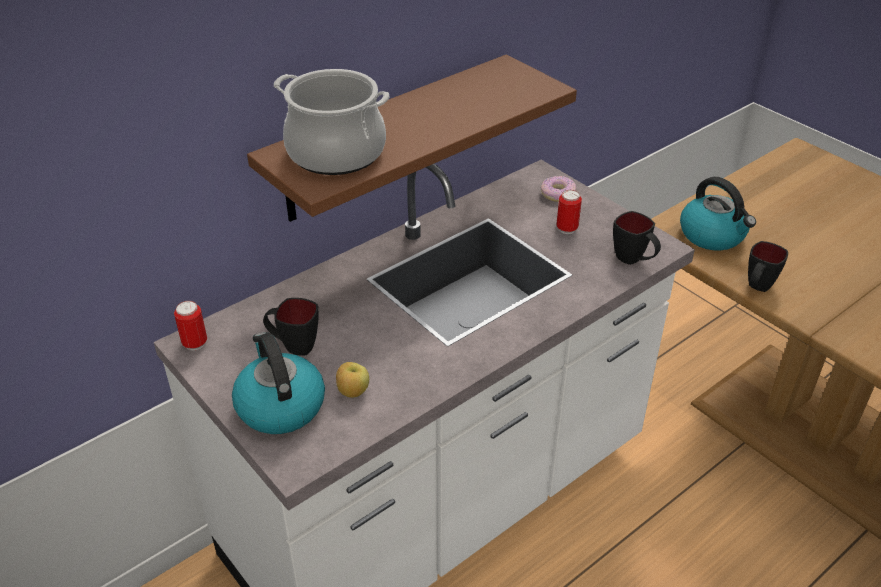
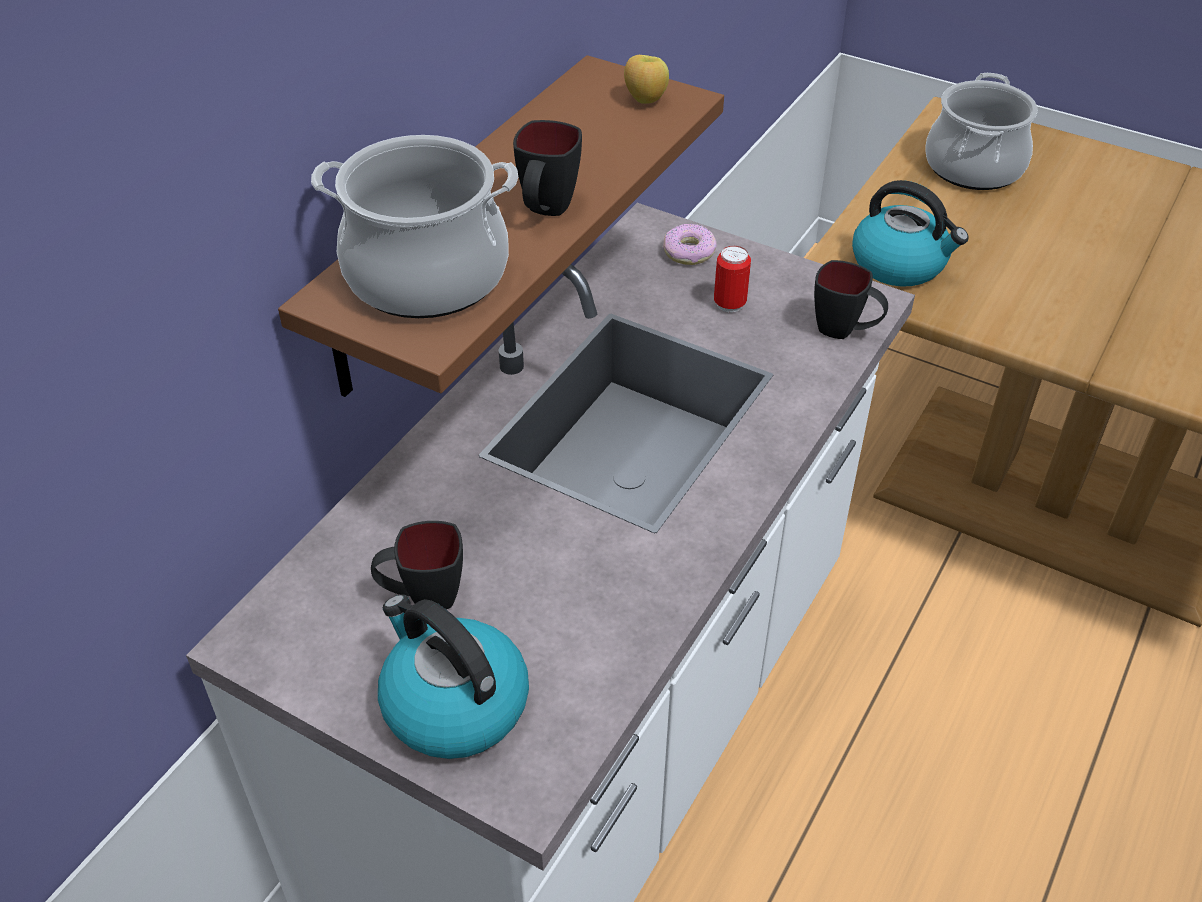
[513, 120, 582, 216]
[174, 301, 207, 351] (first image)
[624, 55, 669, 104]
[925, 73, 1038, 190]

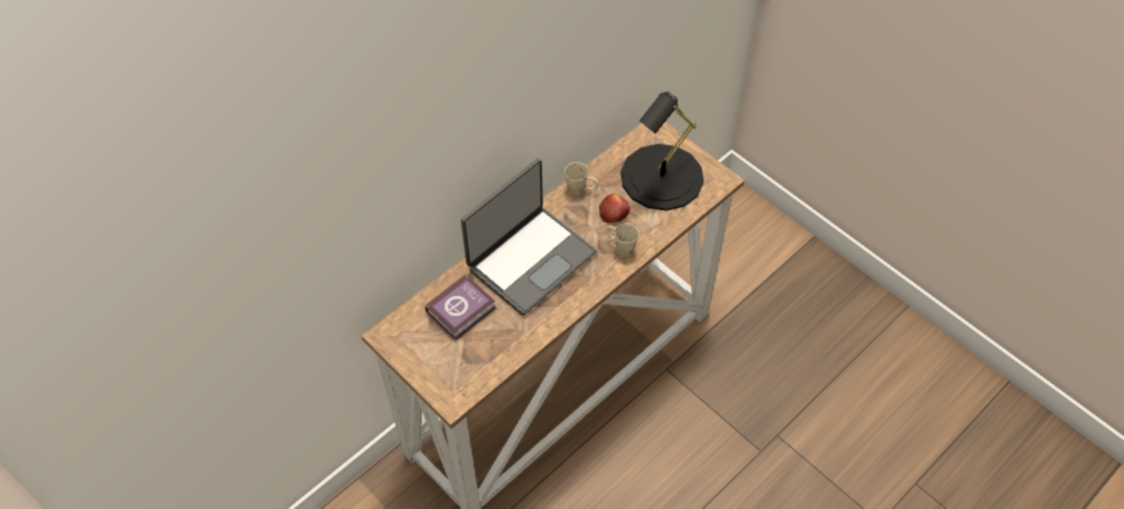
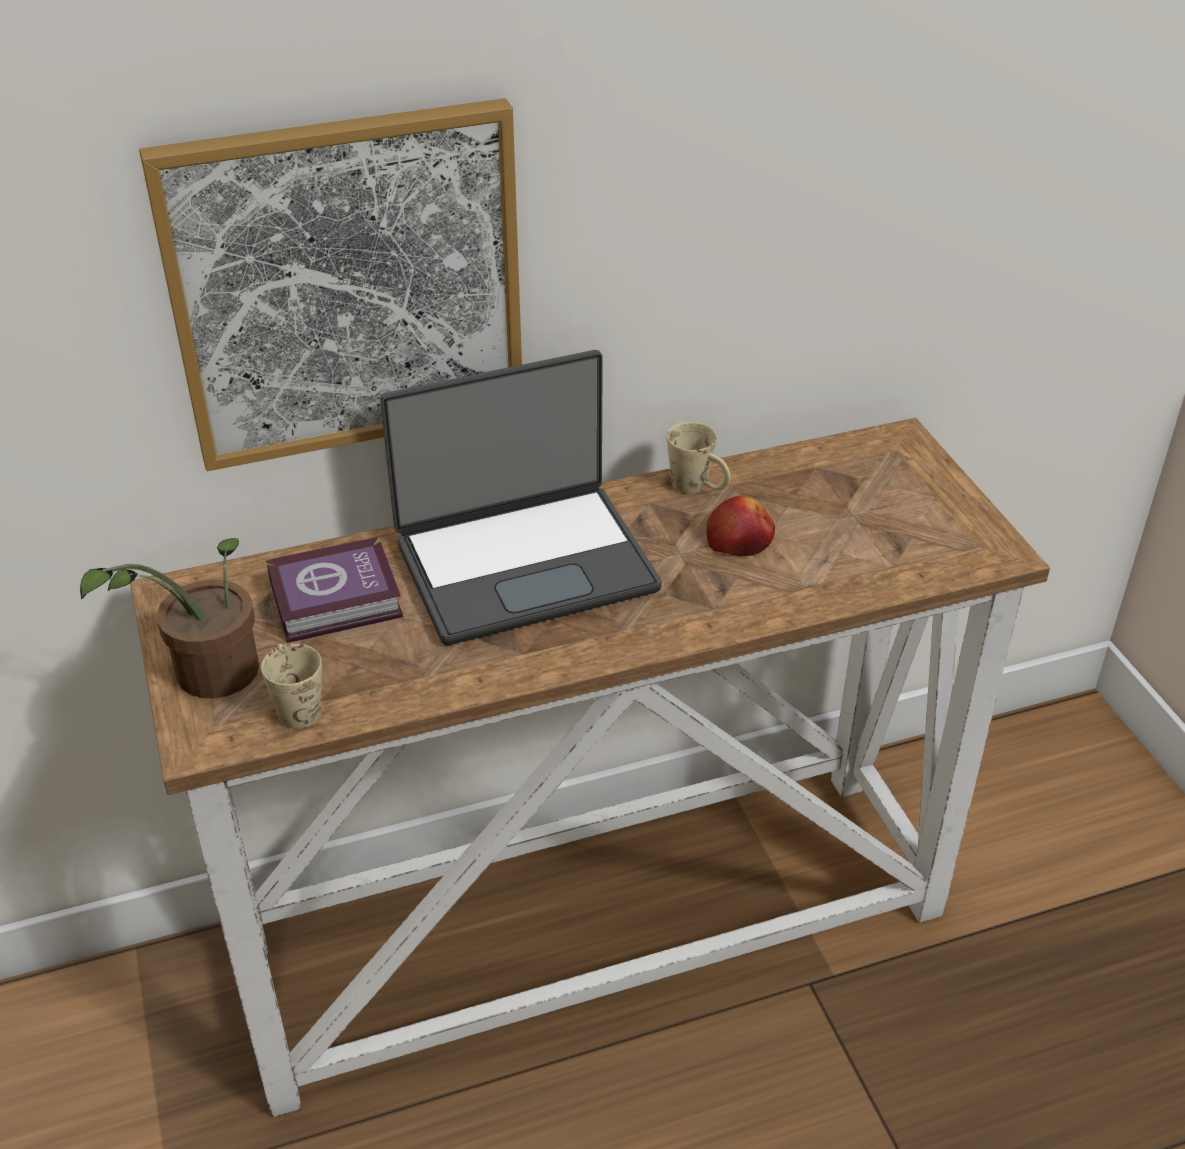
[621, 92, 704, 211] (first image)
[261, 644, 322, 729]
[139, 98, 522, 471]
[80, 538, 259, 698]

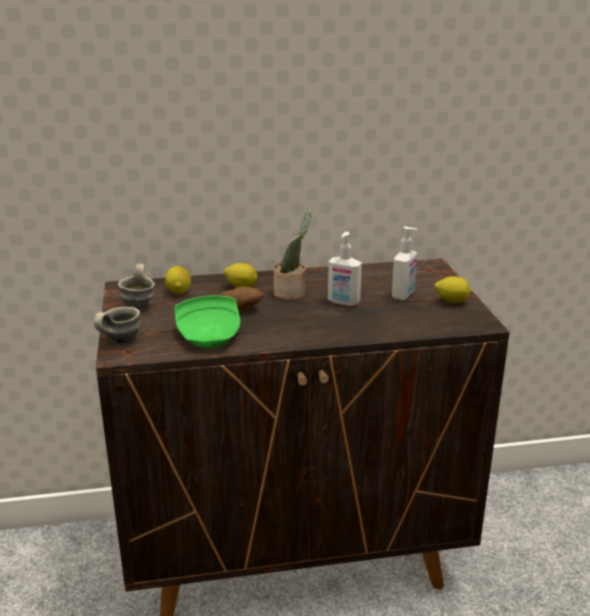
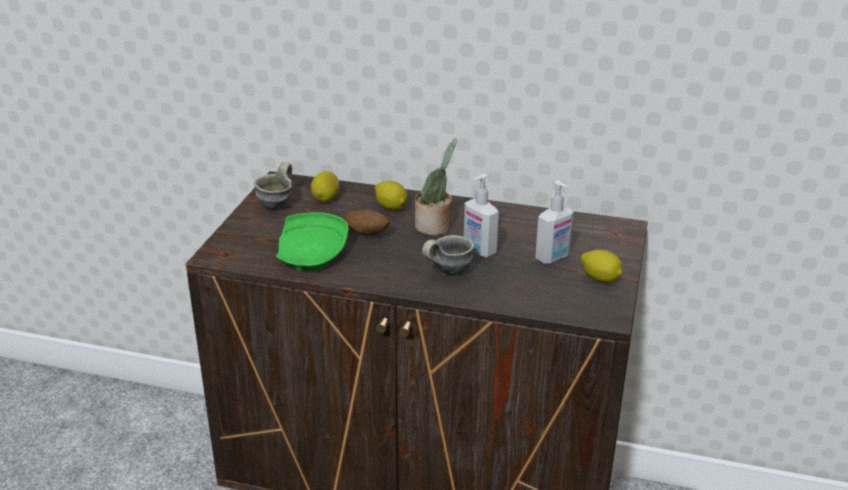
[422, 235, 474, 275]

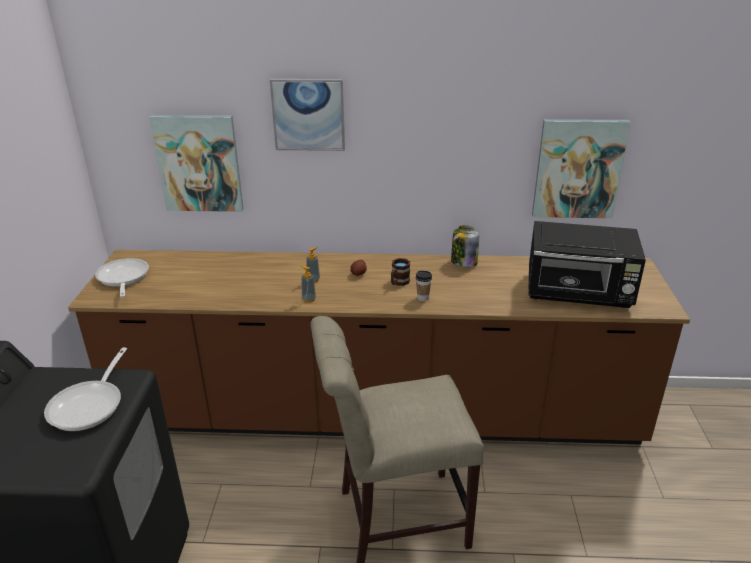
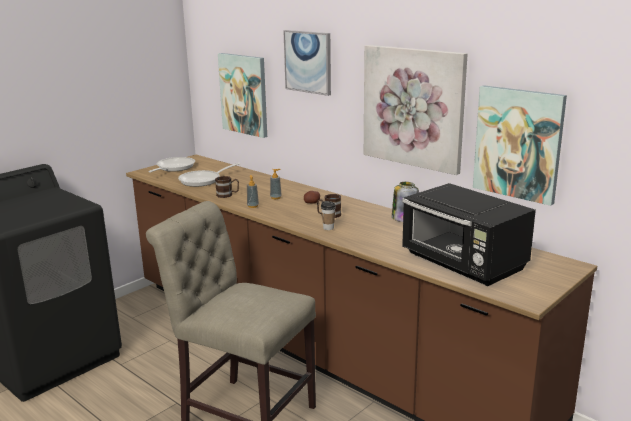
[178, 163, 240, 187]
[364, 45, 468, 175]
[215, 176, 239, 198]

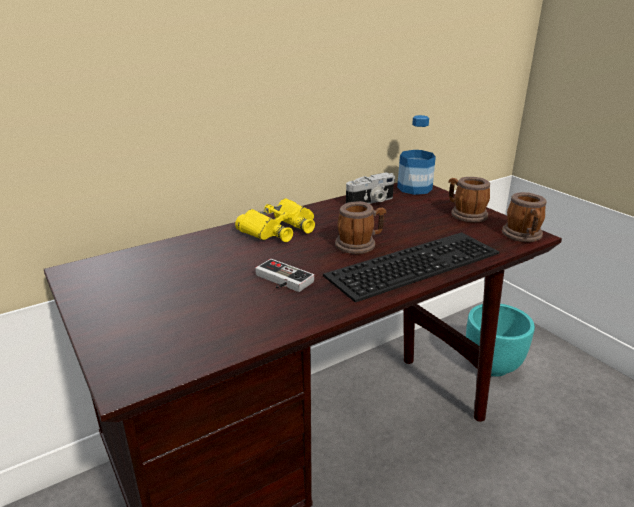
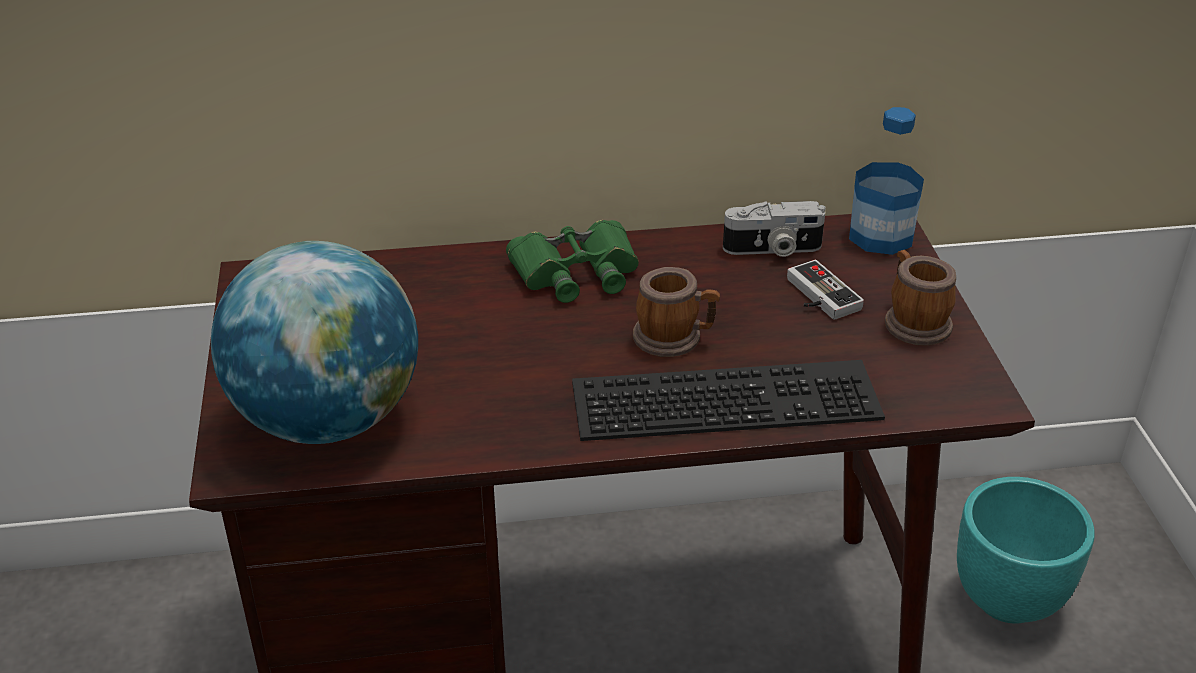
[502, 192, 547, 242] (first image)
[506, 220, 639, 303]
[787, 260, 864, 320]
[211, 241, 418, 444]

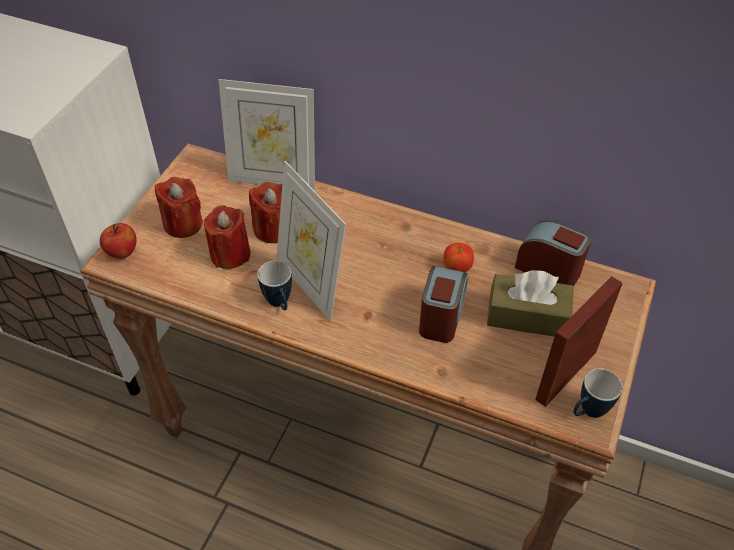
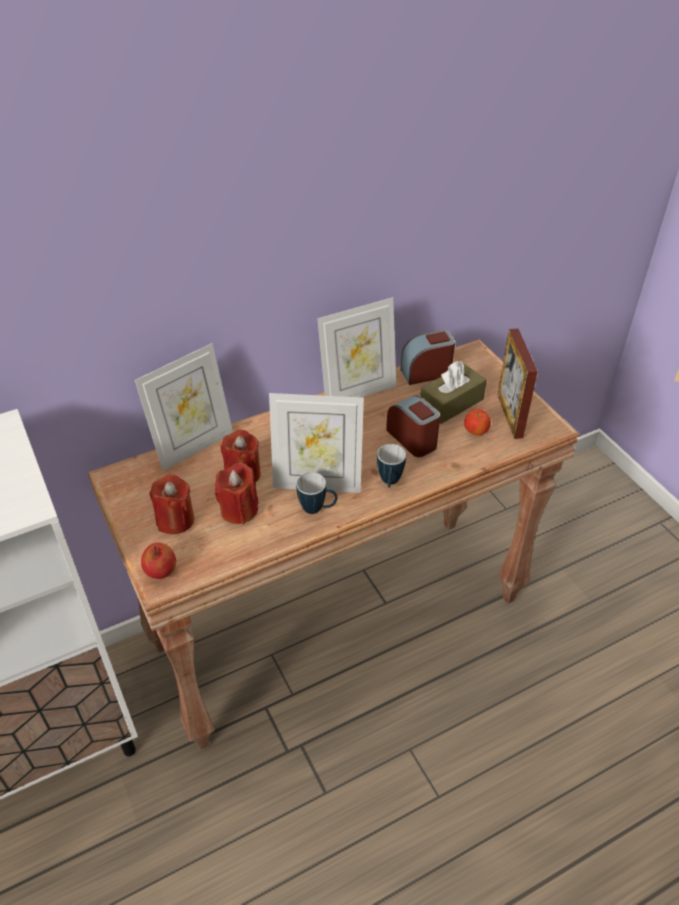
[464, 409, 491, 436]
[377, 444, 406, 488]
[317, 297, 396, 398]

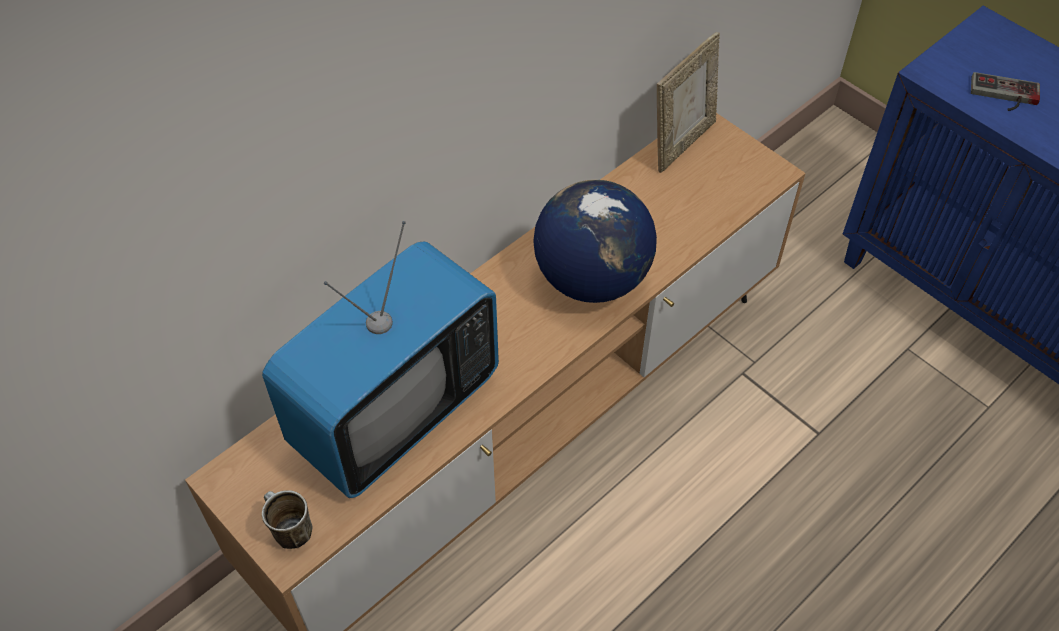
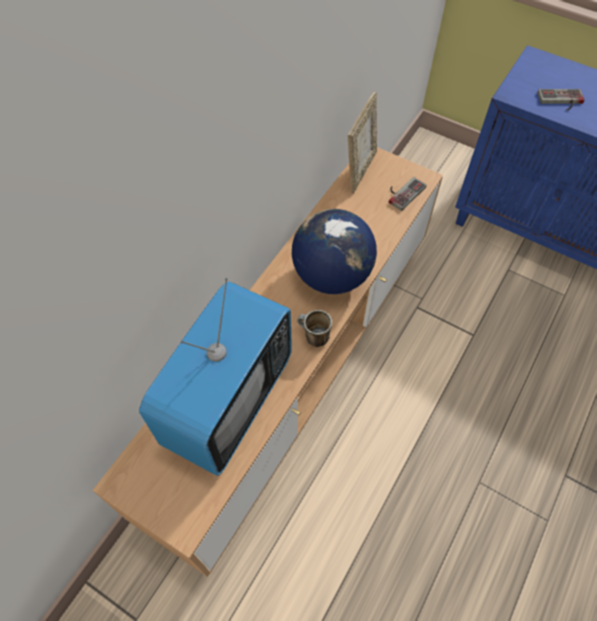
[297, 310, 332, 347]
[389, 177, 427, 211]

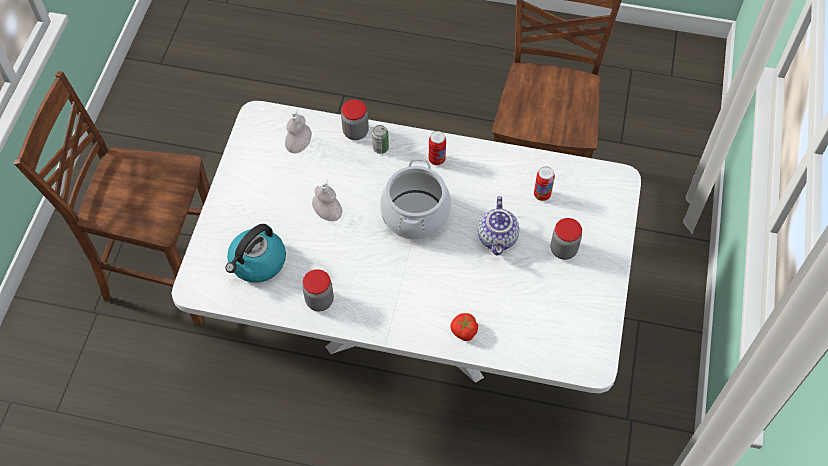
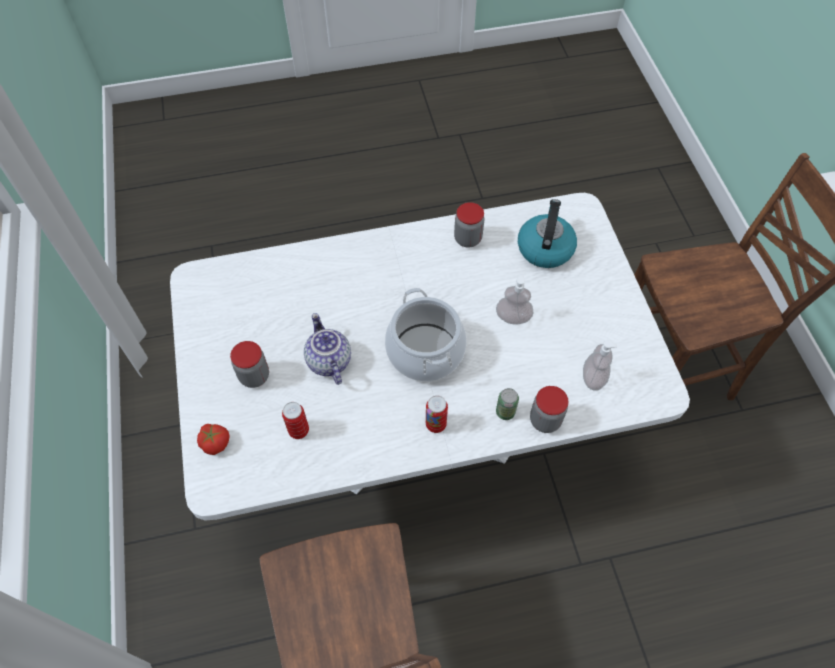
[197, 424, 230, 455]

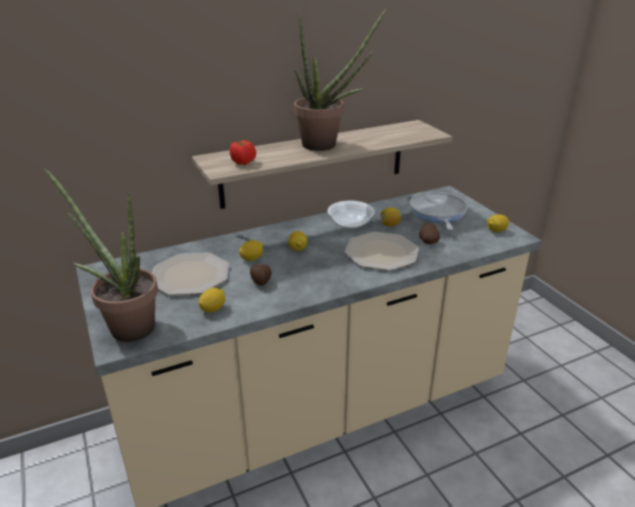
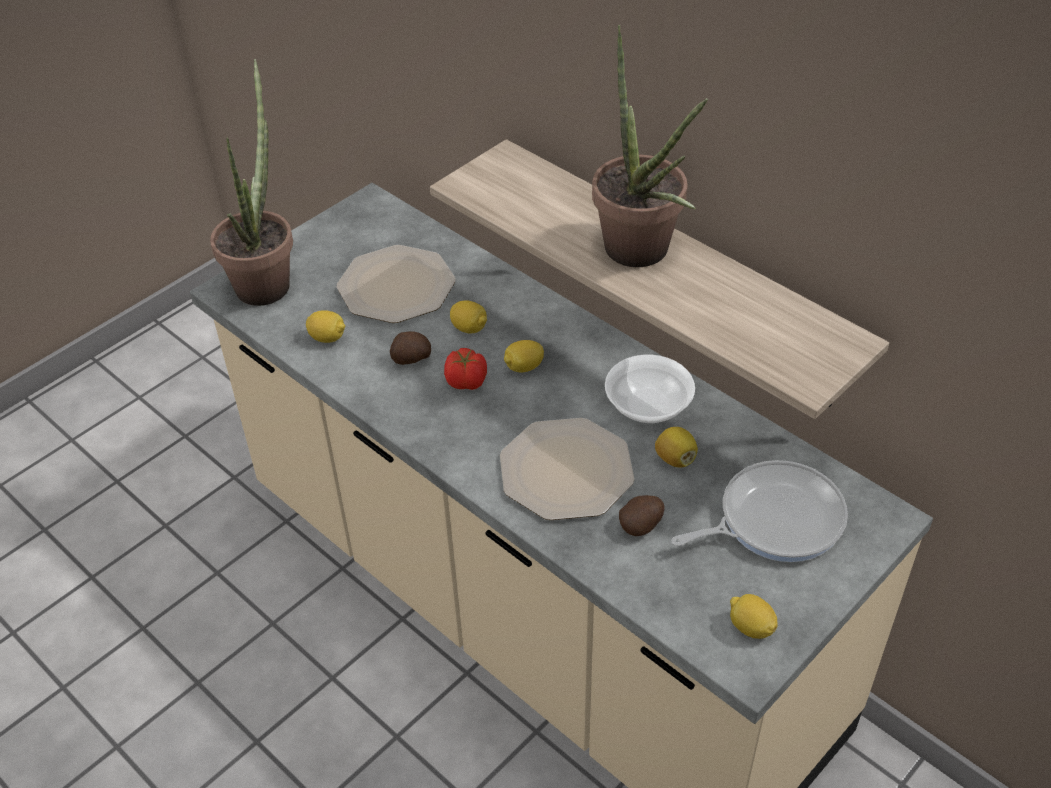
[444, 348, 487, 390]

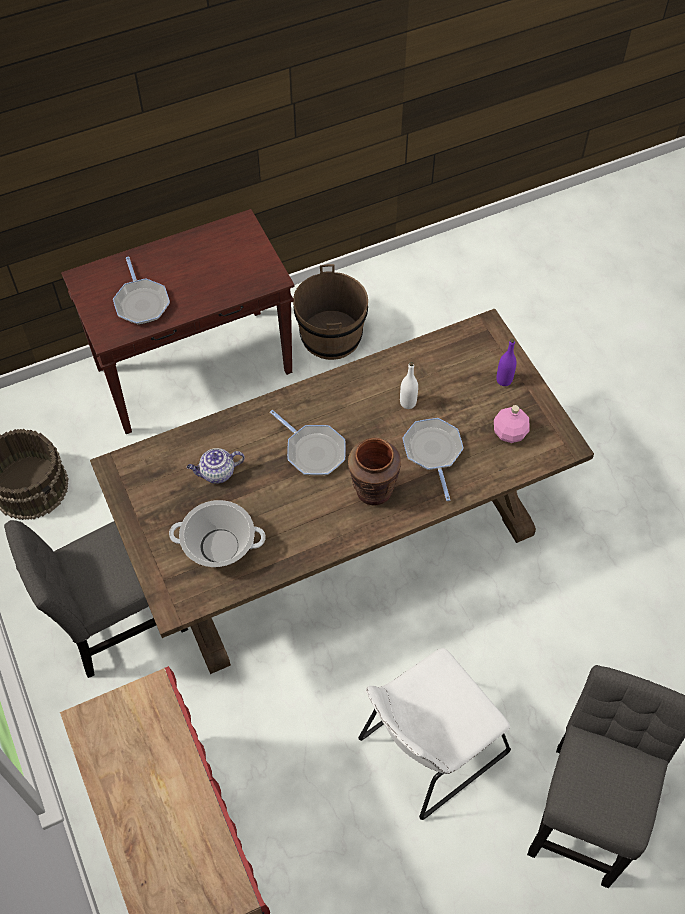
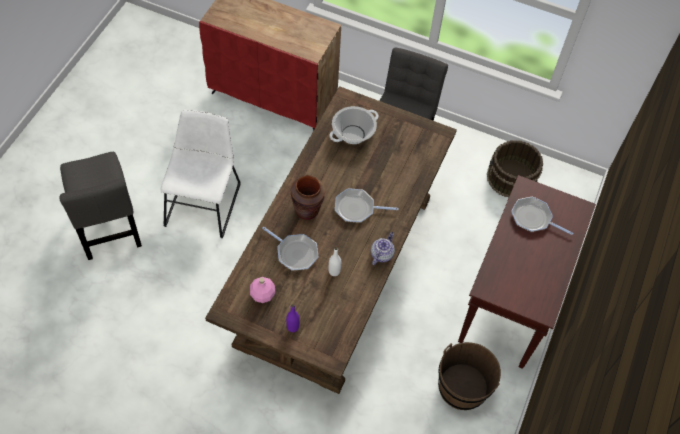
[371, 232, 395, 265]

